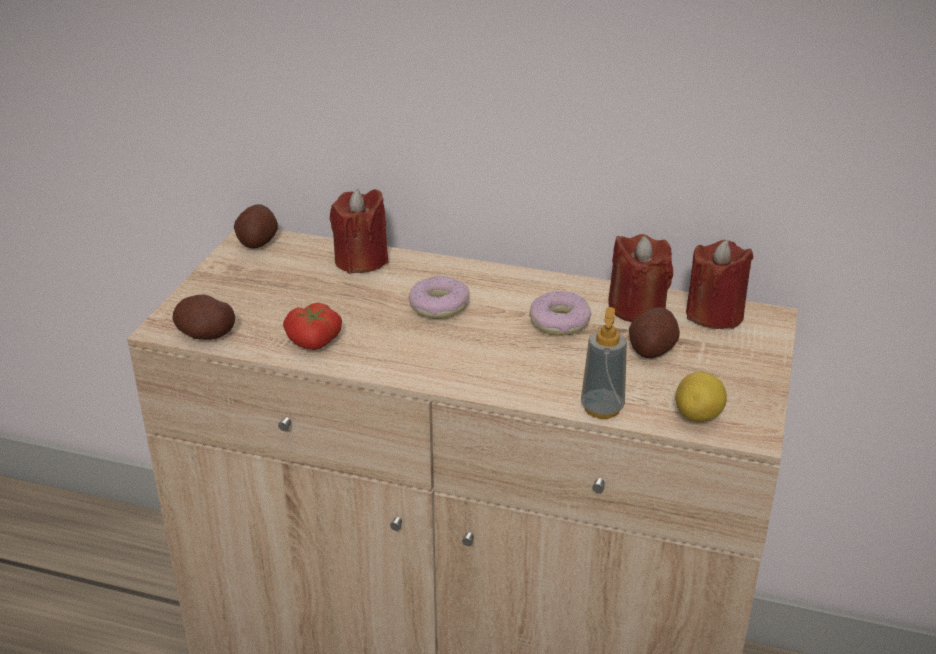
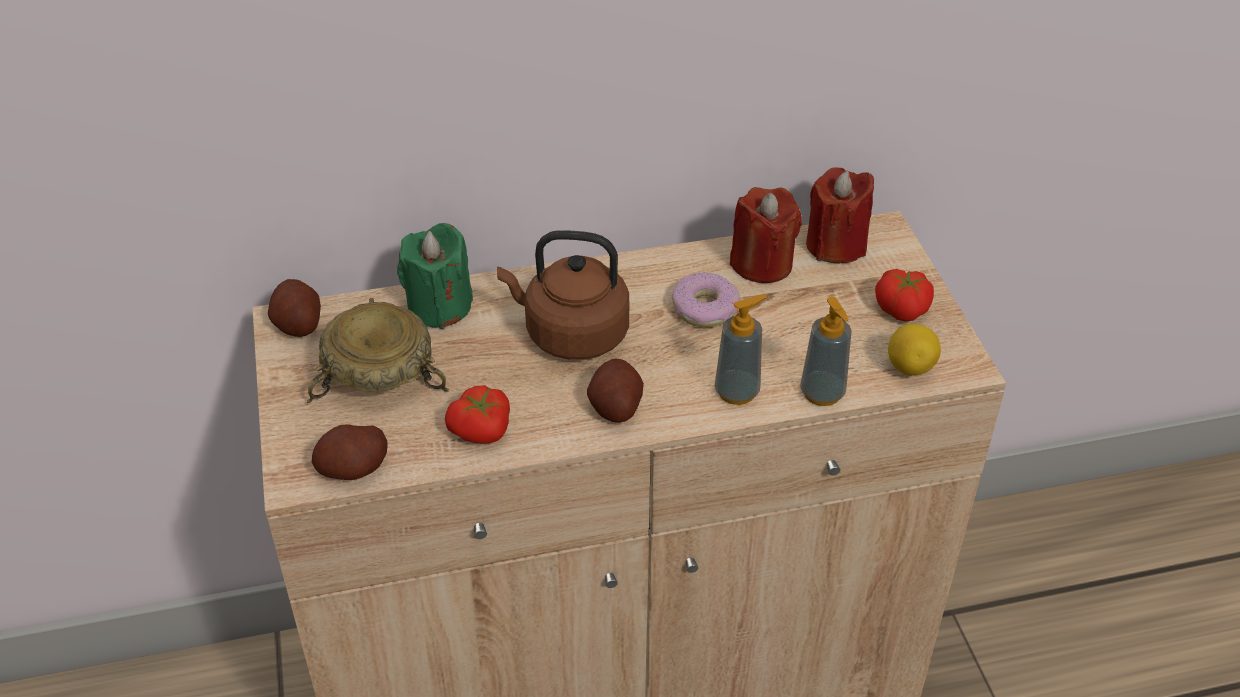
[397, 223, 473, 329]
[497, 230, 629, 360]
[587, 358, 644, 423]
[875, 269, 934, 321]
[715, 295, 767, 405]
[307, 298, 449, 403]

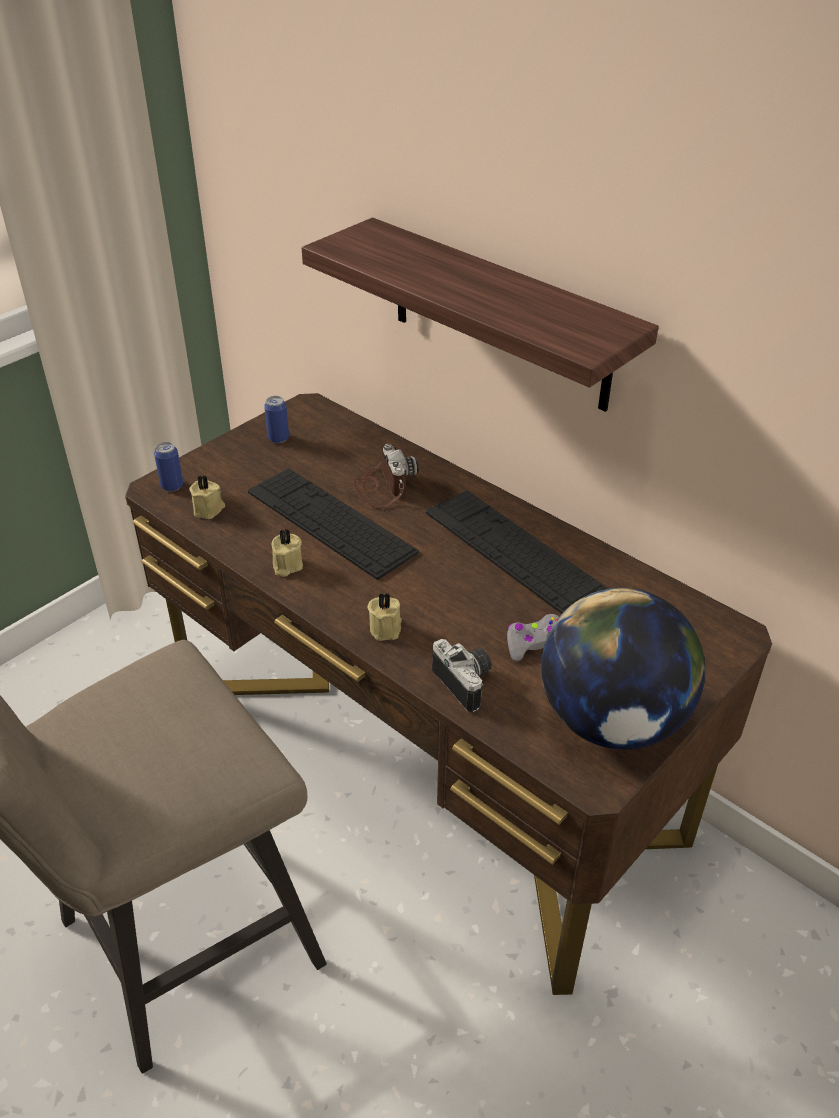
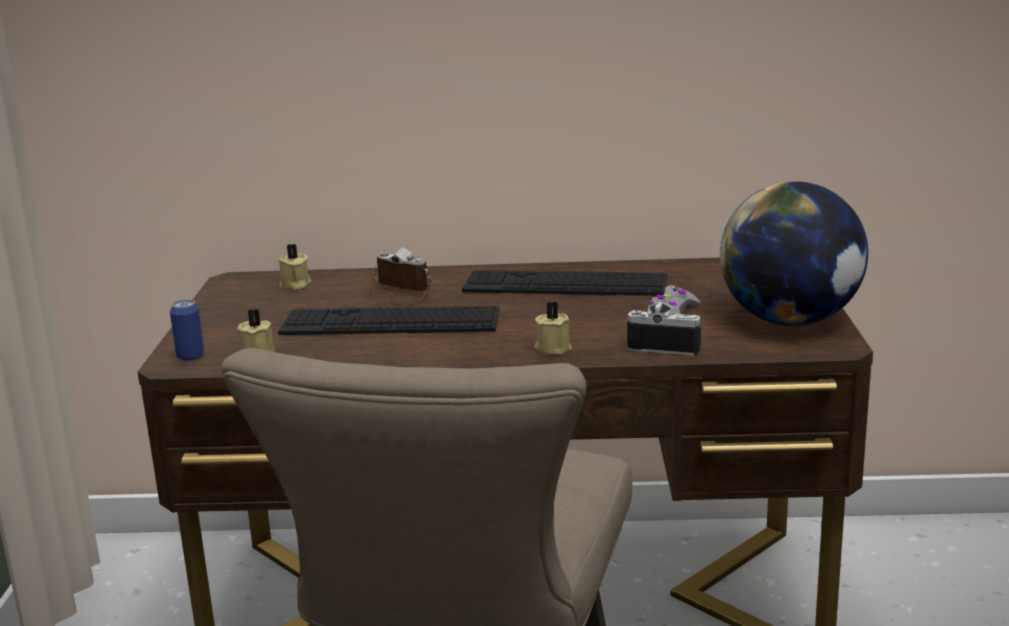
[302, 218, 659, 412] (first image)
[264, 396, 289, 443] (first image)
[279, 244, 312, 290]

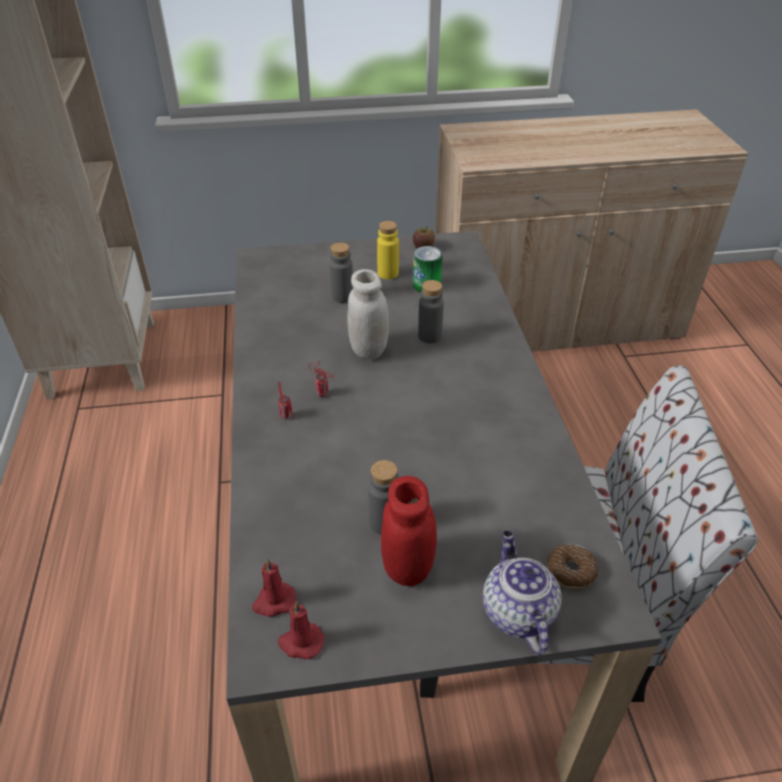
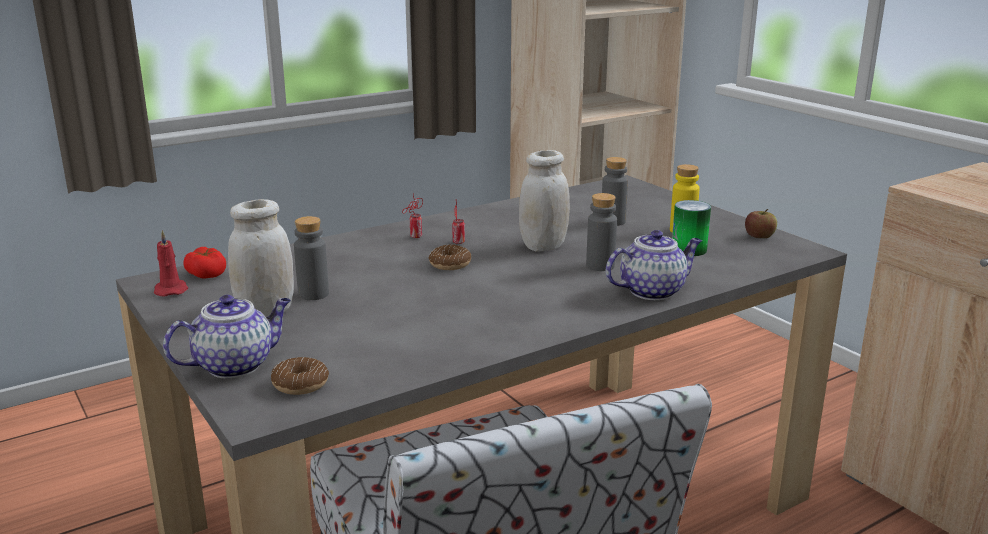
[228, 199, 294, 317]
[183, 247, 226, 279]
[605, 230, 702, 300]
[428, 244, 471, 270]

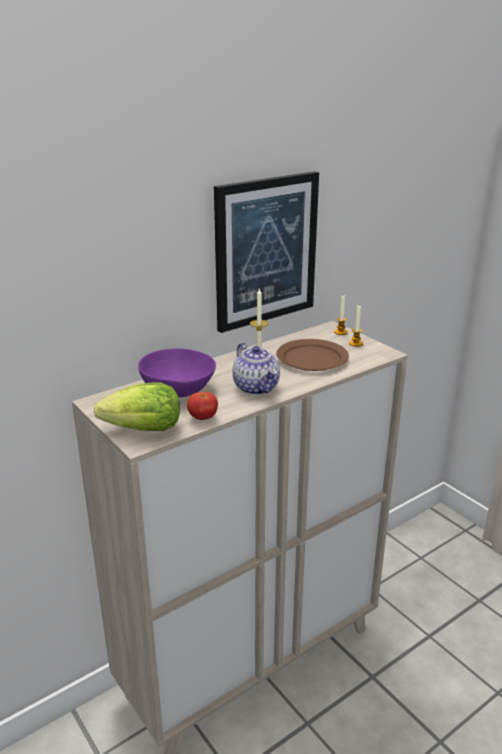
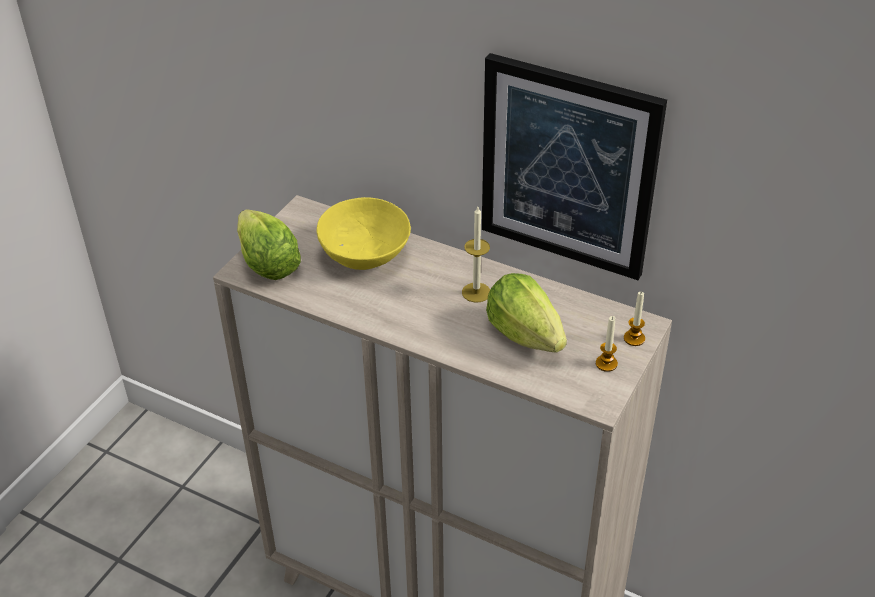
[486, 273, 567, 353]
[232, 343, 280, 395] (first image)
[317, 197, 411, 270]
[187, 392, 218, 420] (first image)

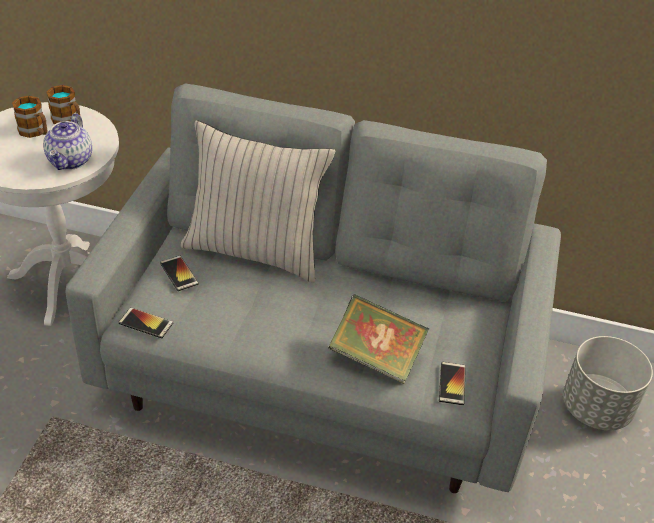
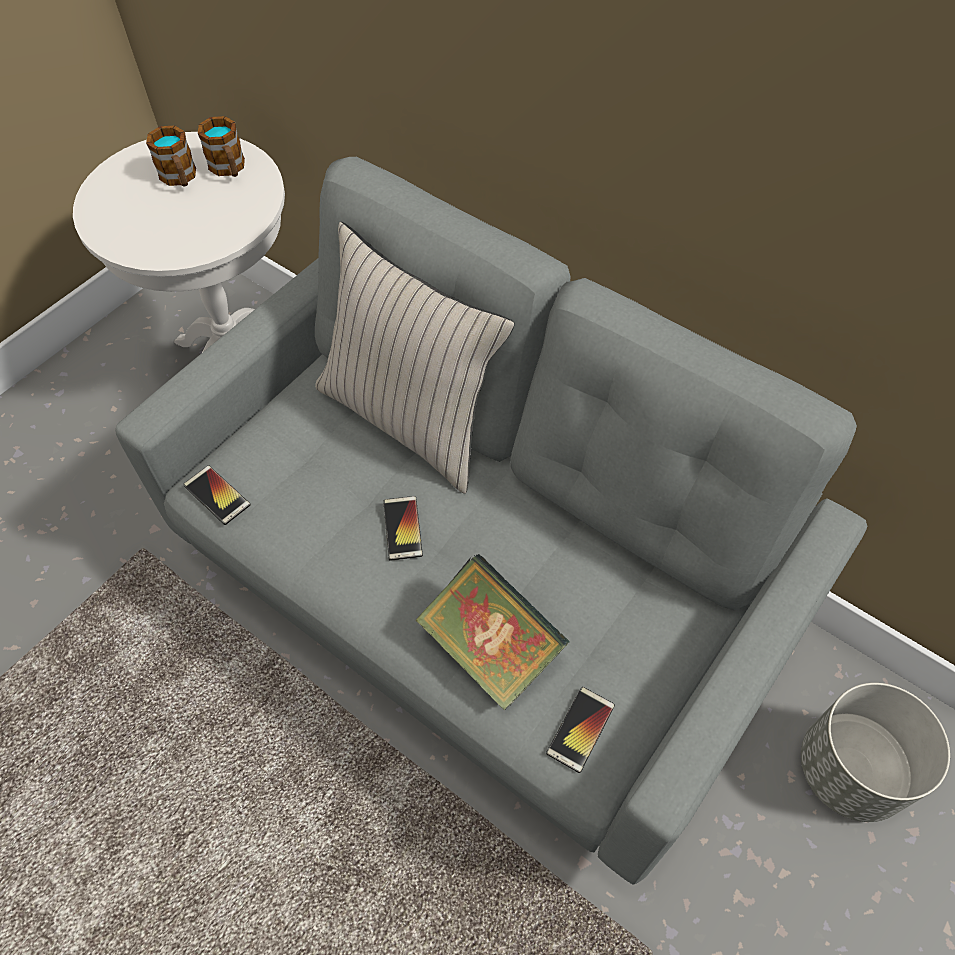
[43, 113, 92, 170] (first image)
[383, 496, 423, 561]

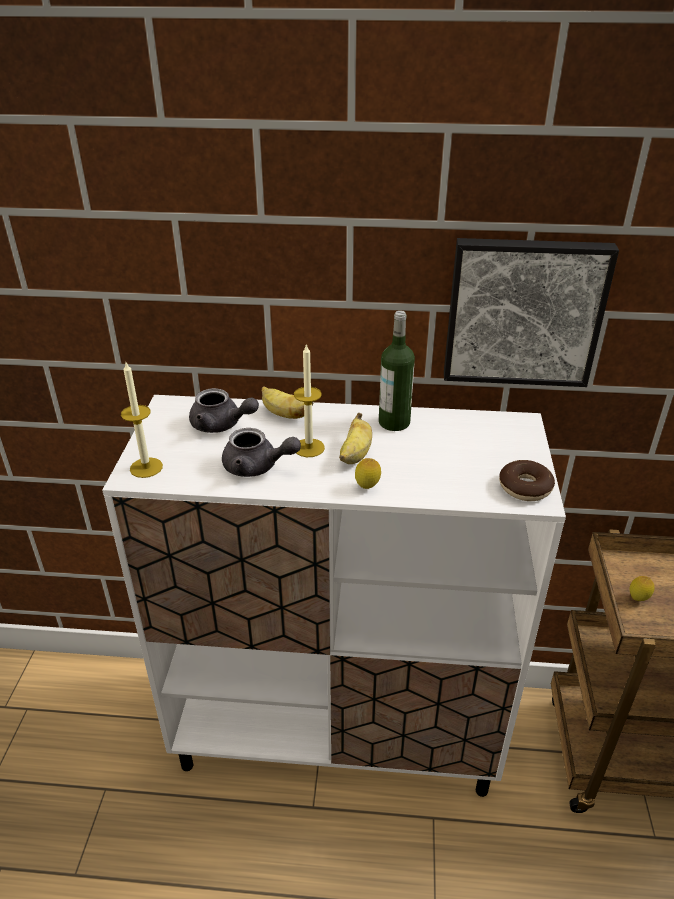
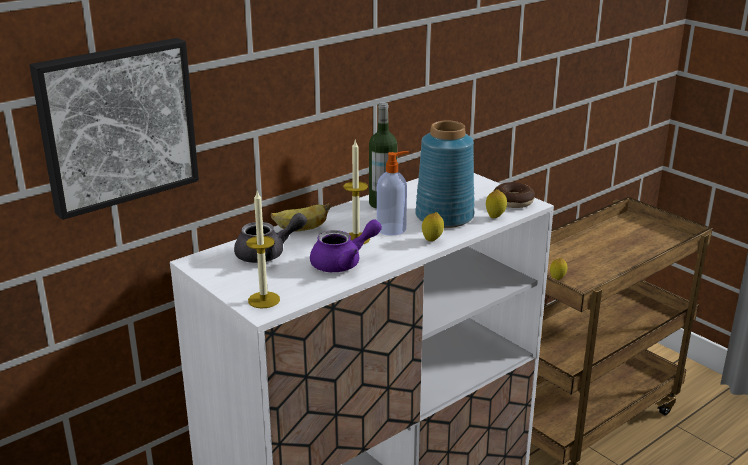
[29, 38, 199, 220]
[377, 151, 409, 236]
[310, 219, 382, 272]
[415, 121, 474, 228]
[486, 189, 507, 218]

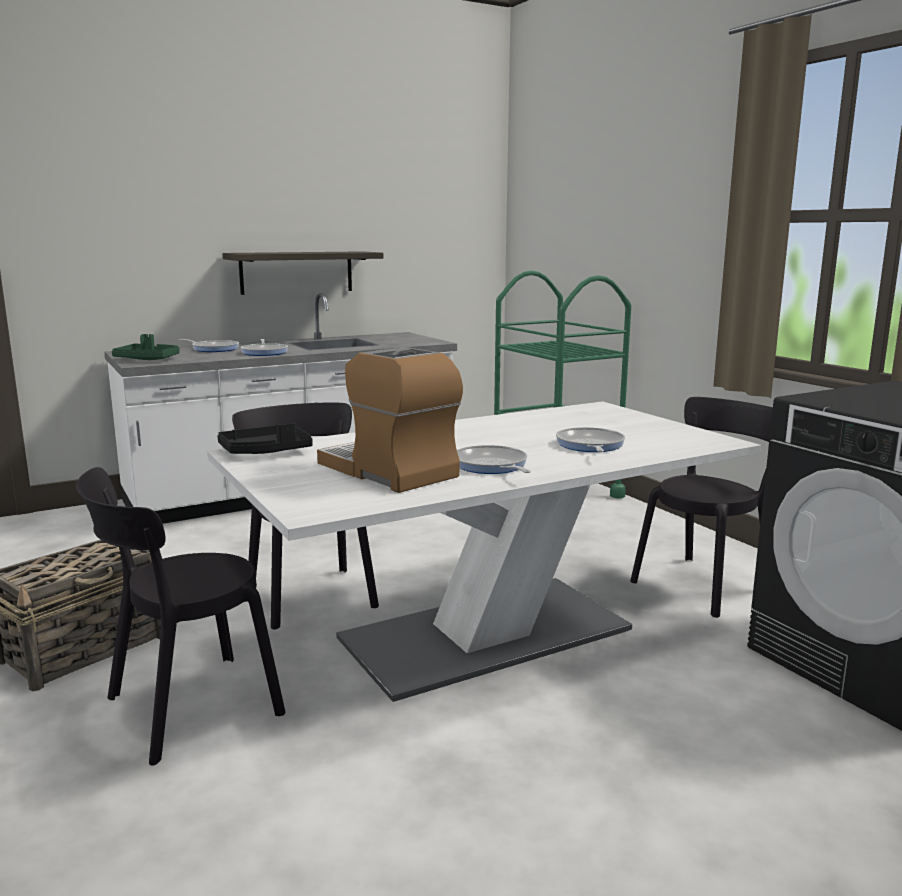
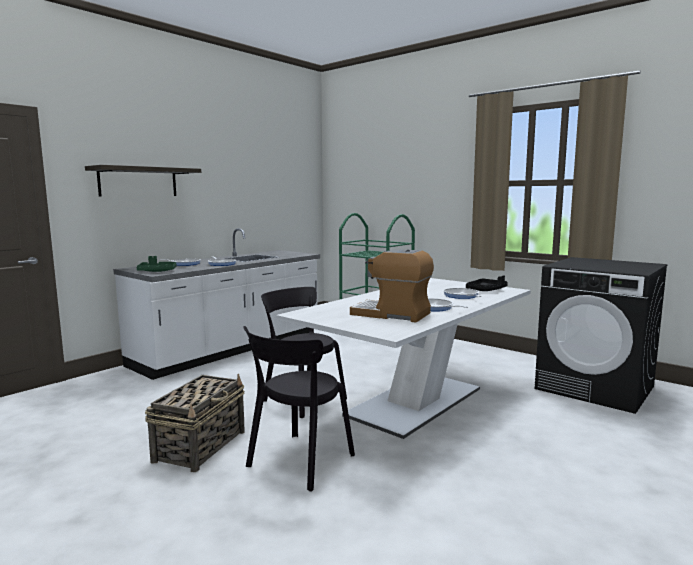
[85, 165, 201, 196]
[630, 397, 773, 618] (first image)
[466, 275, 508, 291]

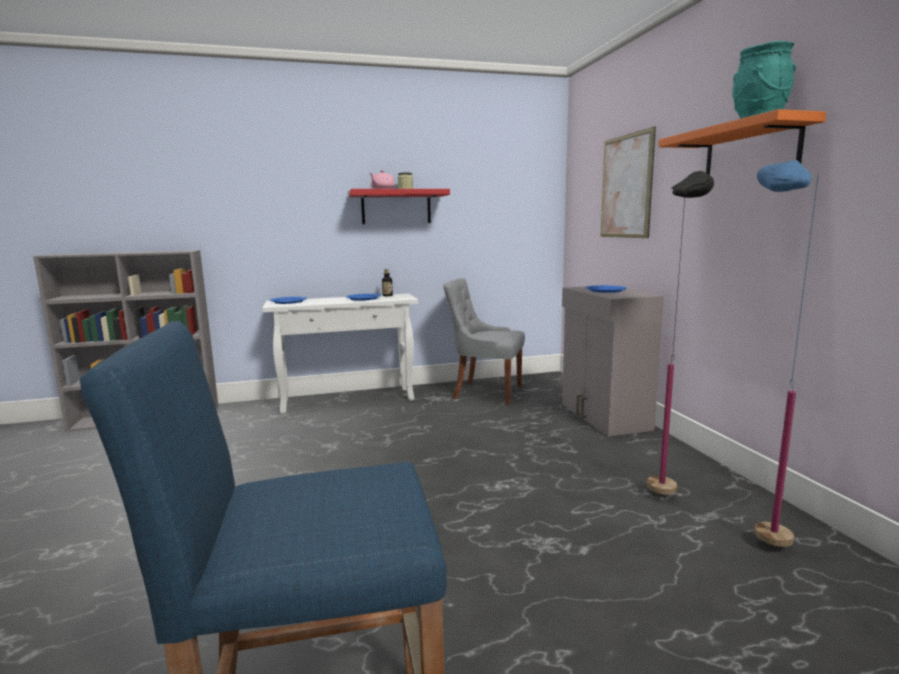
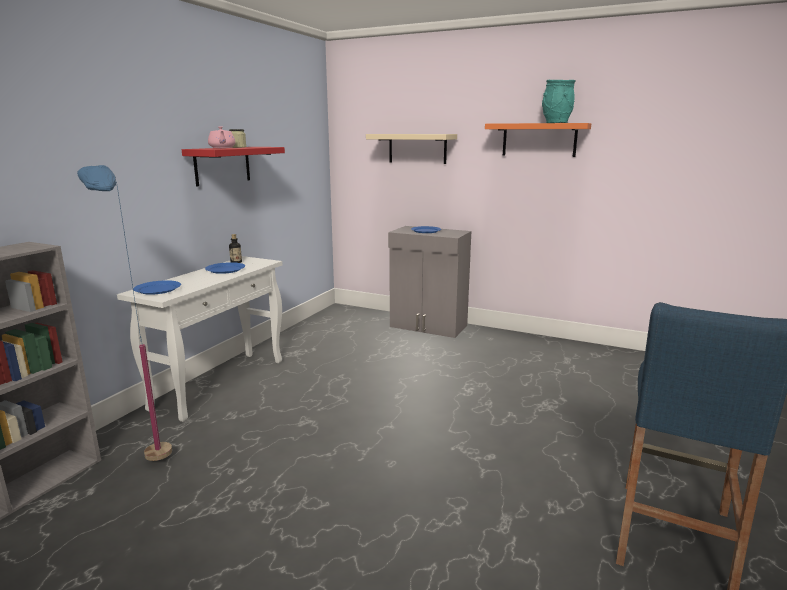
[366, 134, 457, 164]
[77, 165, 172, 461]
[647, 171, 714, 496] (first image)
[443, 278, 525, 405] (first image)

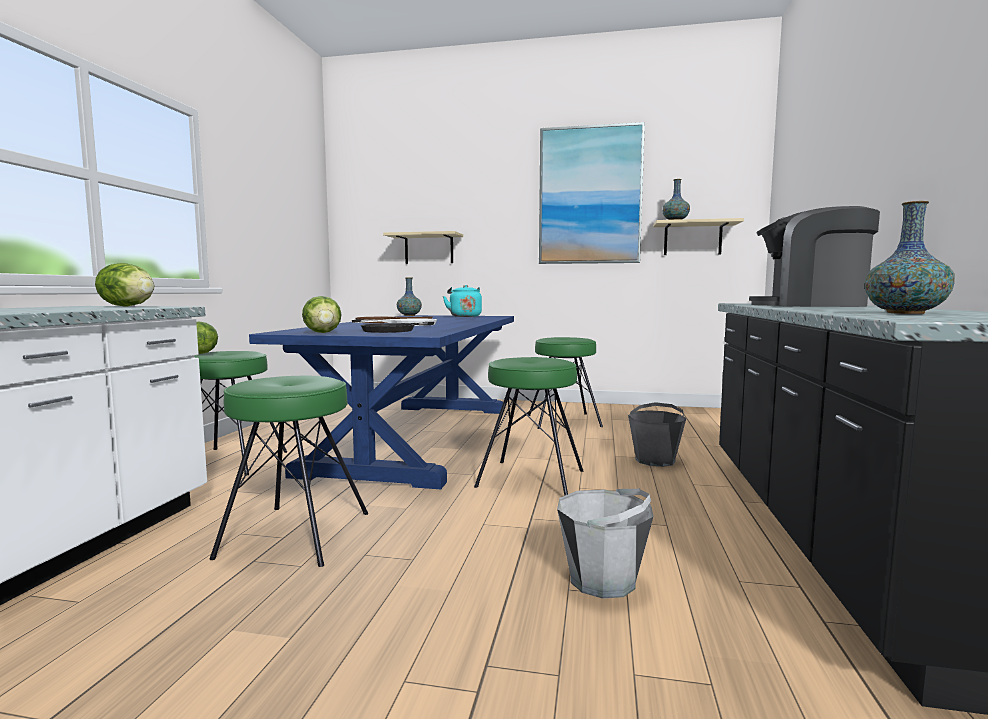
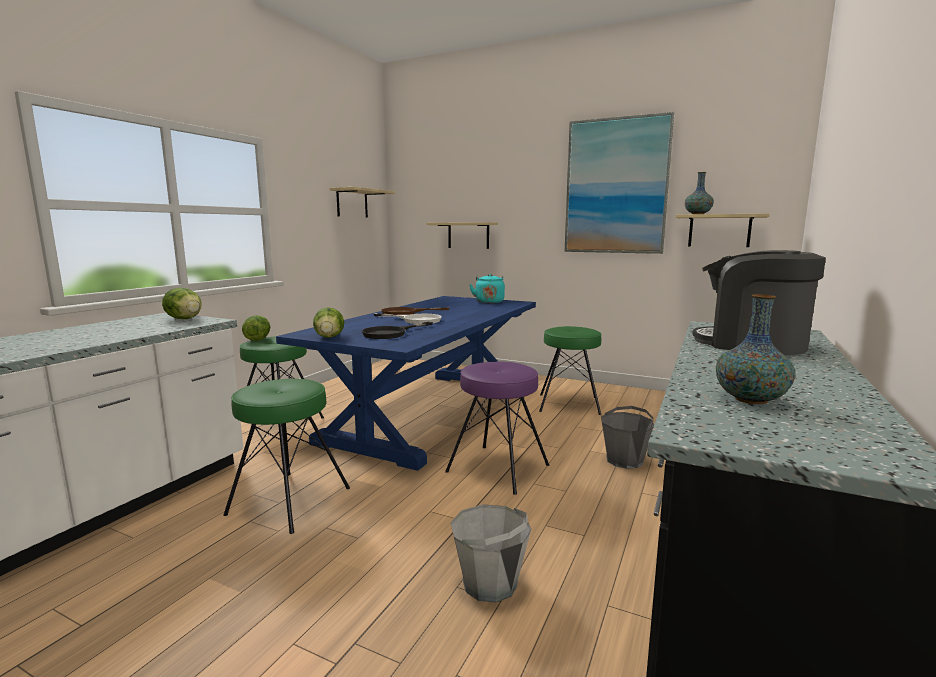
[397, 278, 422, 316] (first image)
[445, 362, 549, 495]
[329, 187, 395, 217]

